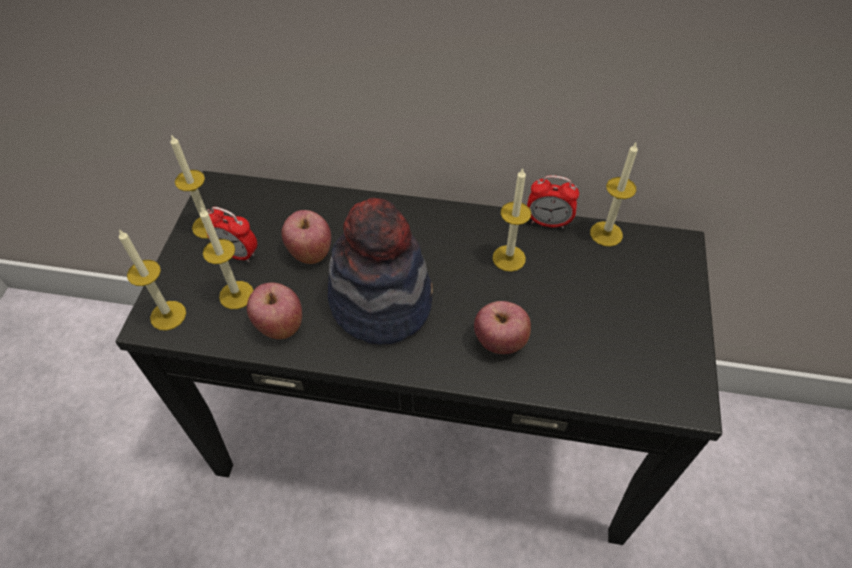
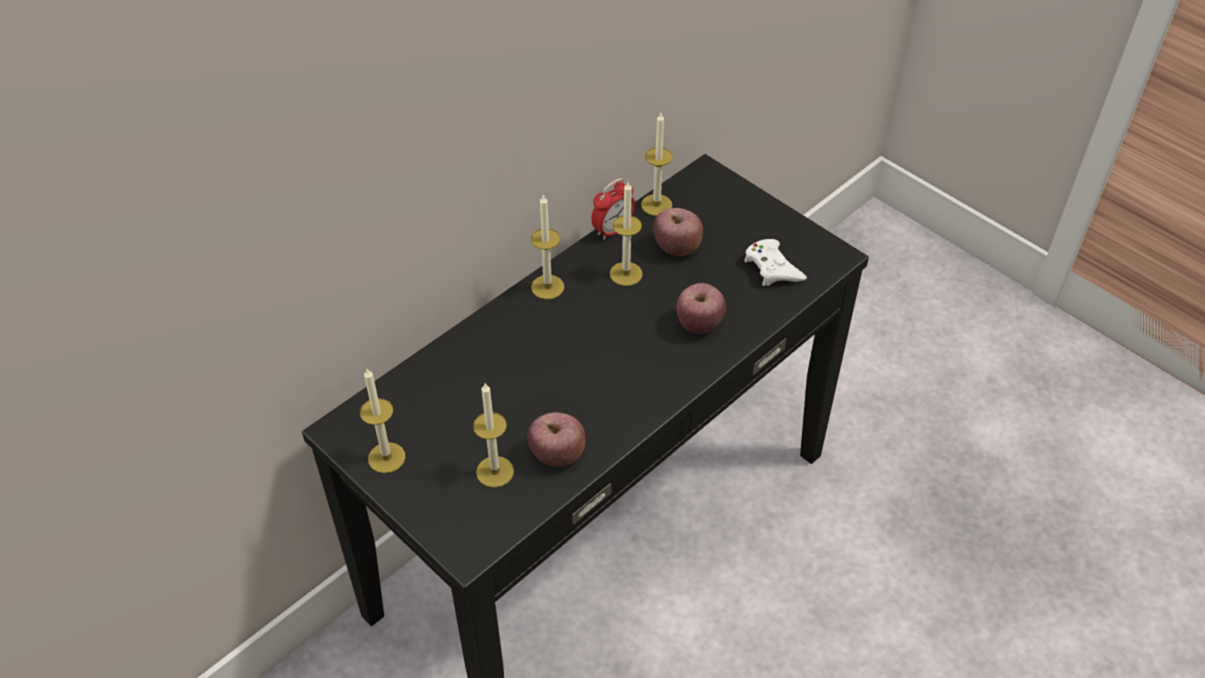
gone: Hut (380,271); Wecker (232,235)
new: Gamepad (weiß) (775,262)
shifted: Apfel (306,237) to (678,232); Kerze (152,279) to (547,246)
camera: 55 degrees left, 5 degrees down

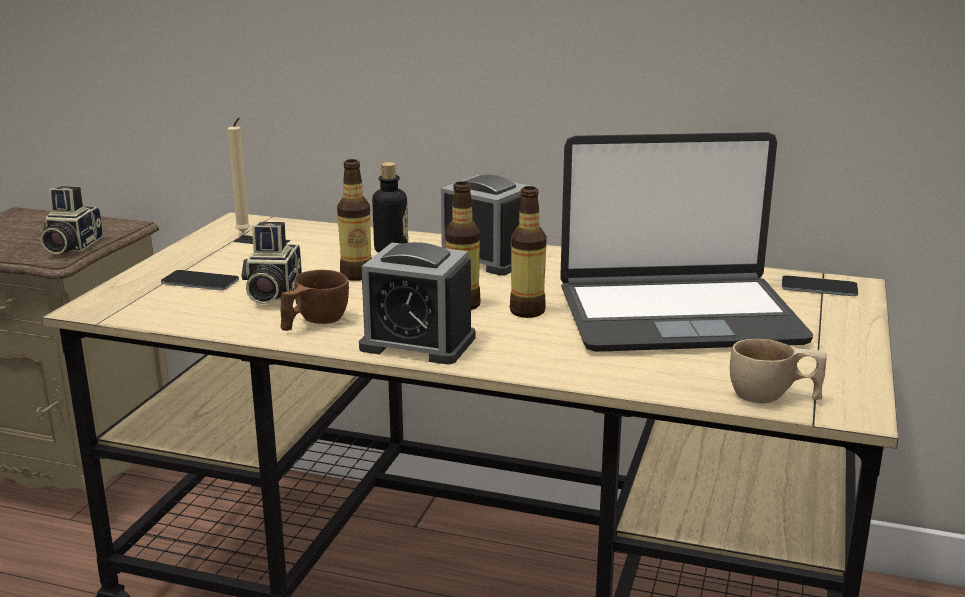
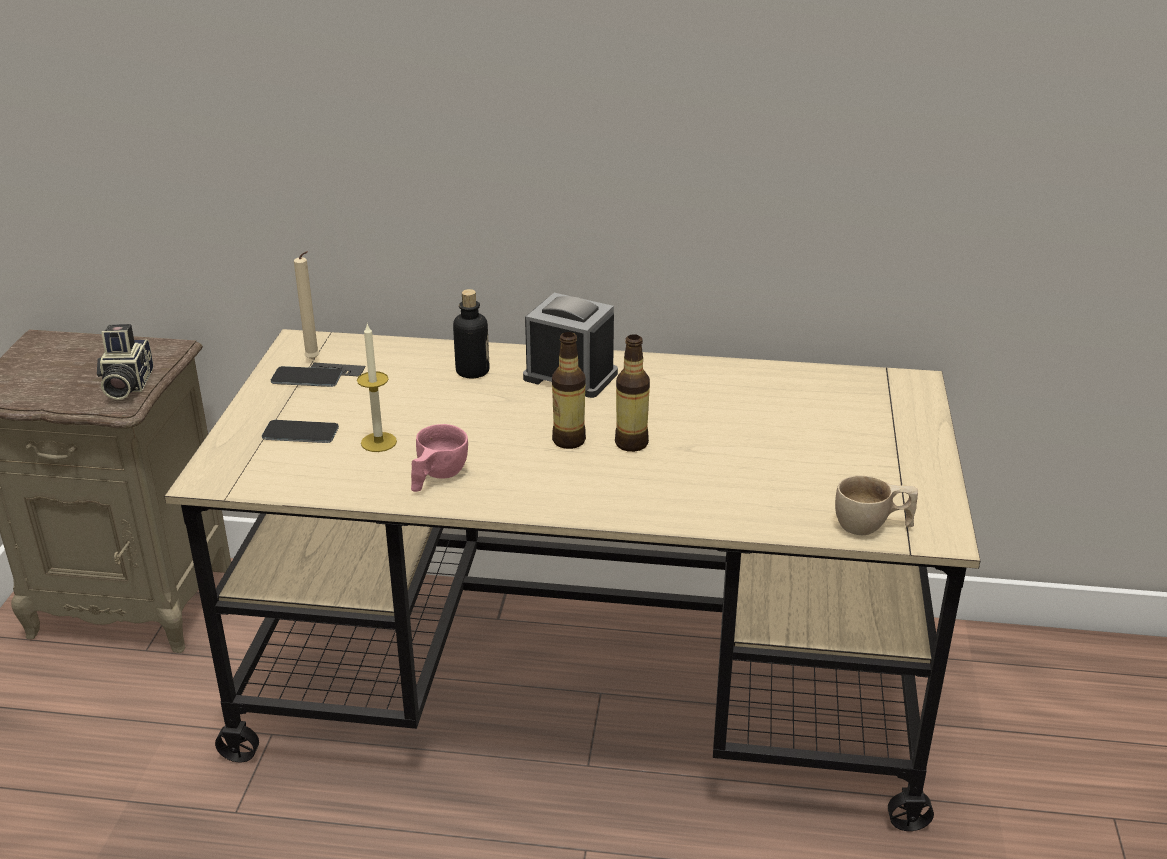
gone: Laptop (686,242); Flasche (354,220); Wecker (417,303)
shifted: Handy (820,285) to (306,376)
swapped: Kamera (271,263) to Kerze (377,388)
repainted: Tasse (braun) (314,300) to Tasse (rosa) (439,458)
camera: 10 degrees left, 10 degrees up

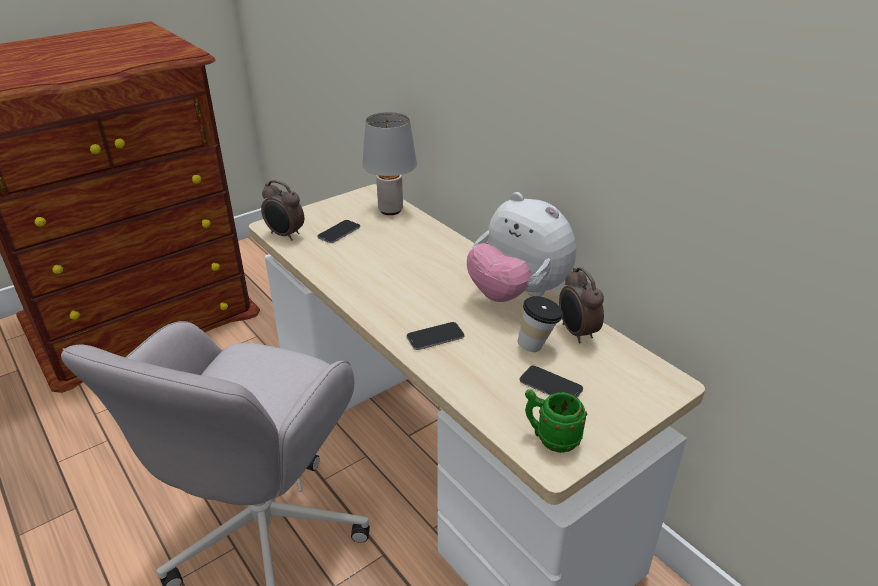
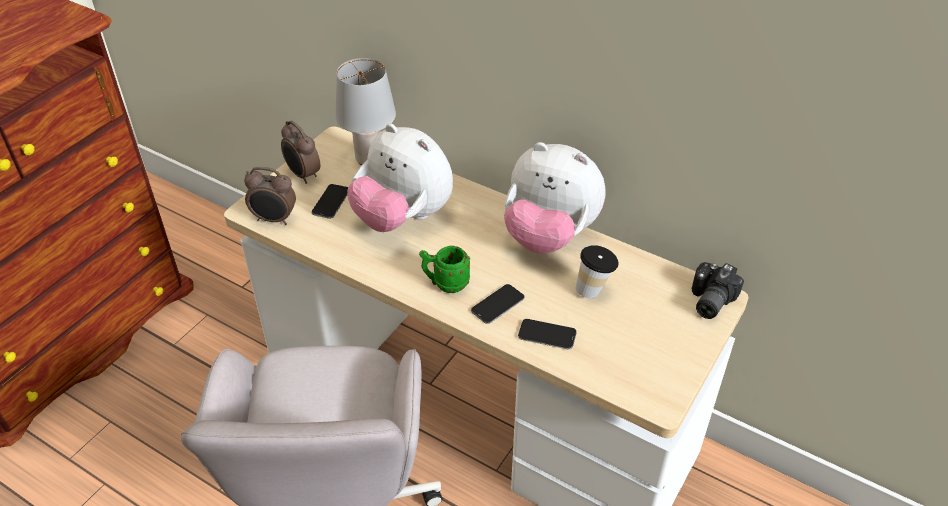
new: Plüschtier (400,178); Kamera (718,290)
shifted: Wecker (581,305) to (300,152); Handy (551,382) to (547,334); Henkelbecher (grün) (556,421) to (444,269)
camera: 20 degrees left, 10 degrees up

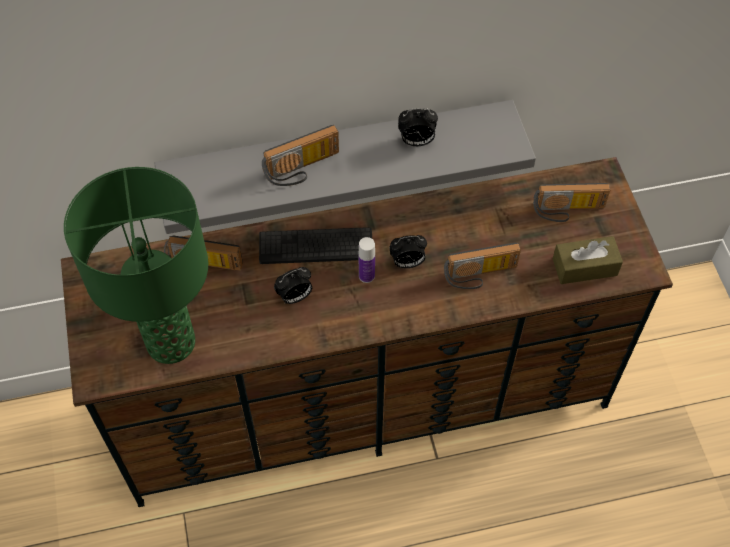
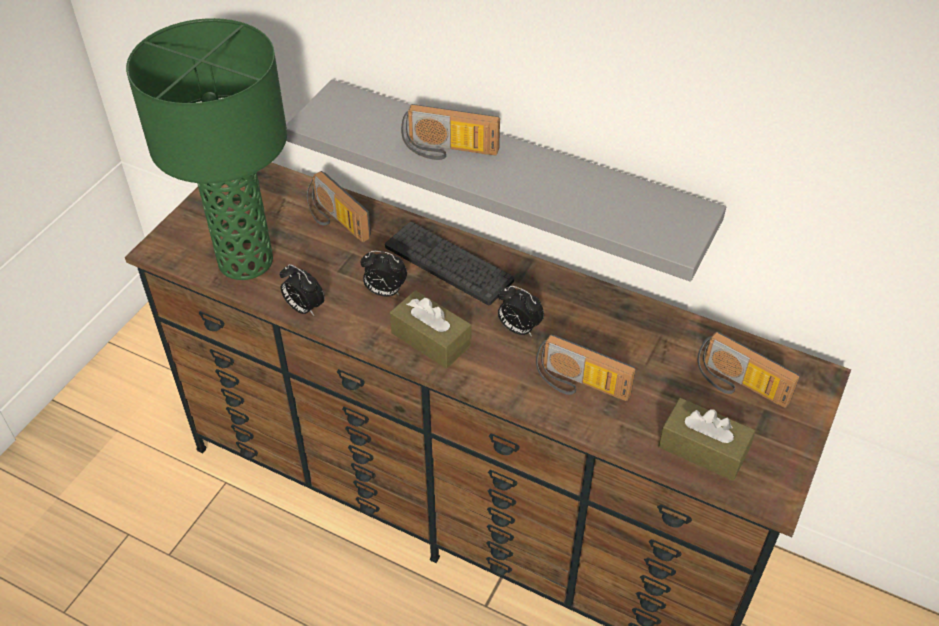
gone: Flasche (367,260)
new: Taschentuchbox (braun) (430,329)
shifted: Wecker (418,127) to (302,290)
camera: 40 degrees right, 10 degrees down

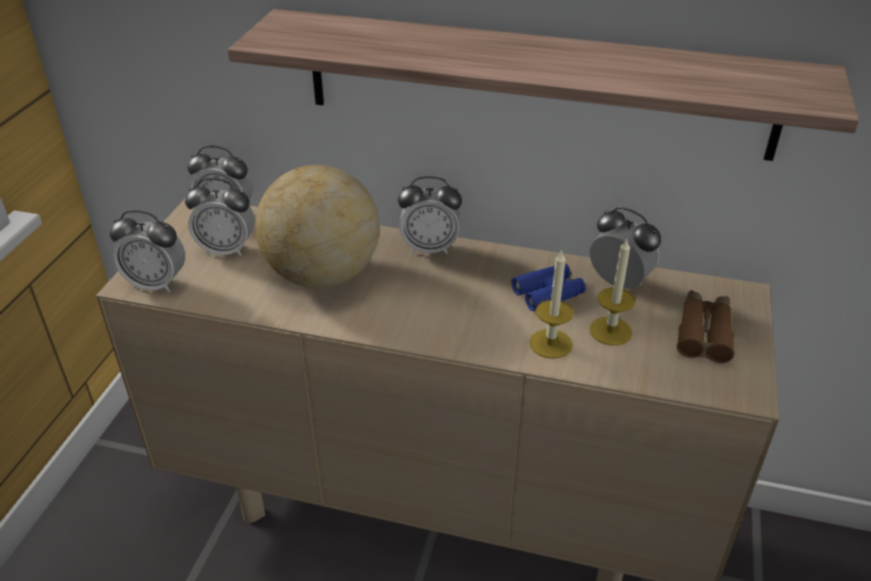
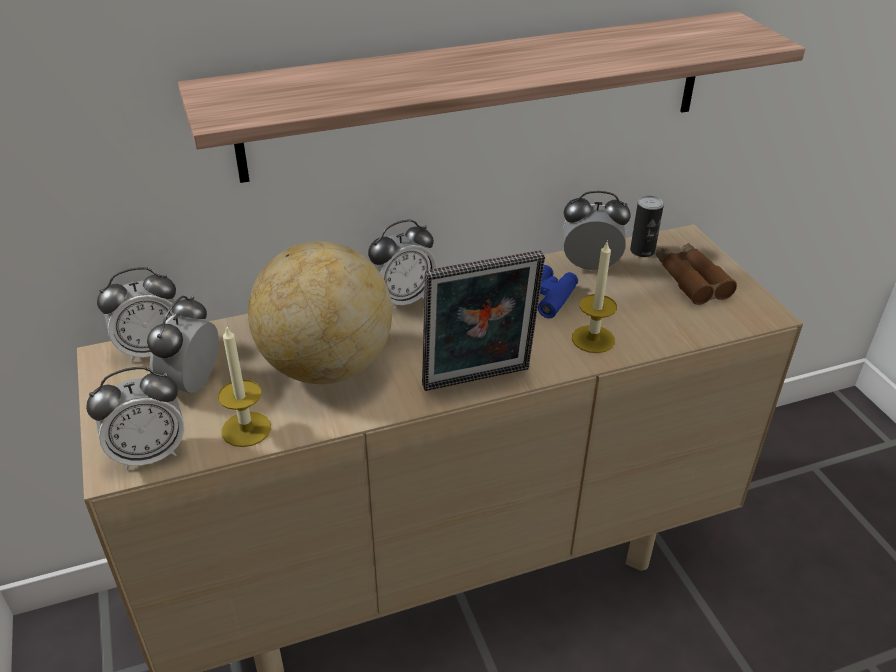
new: Dose (647,226); Bilderrahmen (483,320)
shifted: Kerze (612,292) to (244,386)
rotated: Wecker (220,217) = (183,344) 135 degrees clockwise
camera: 35 degrees left, 0 degrees up

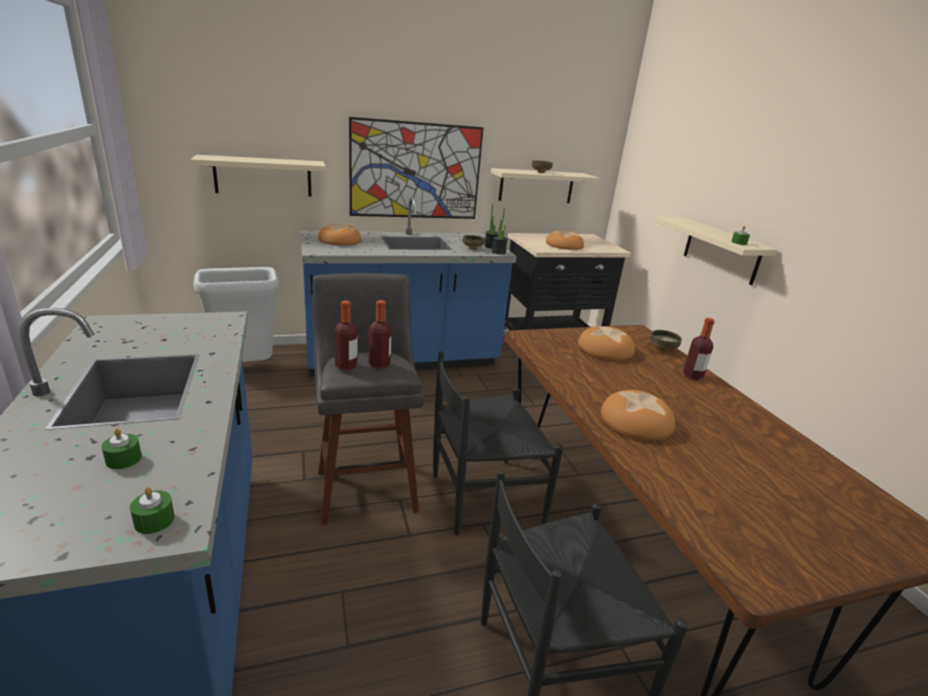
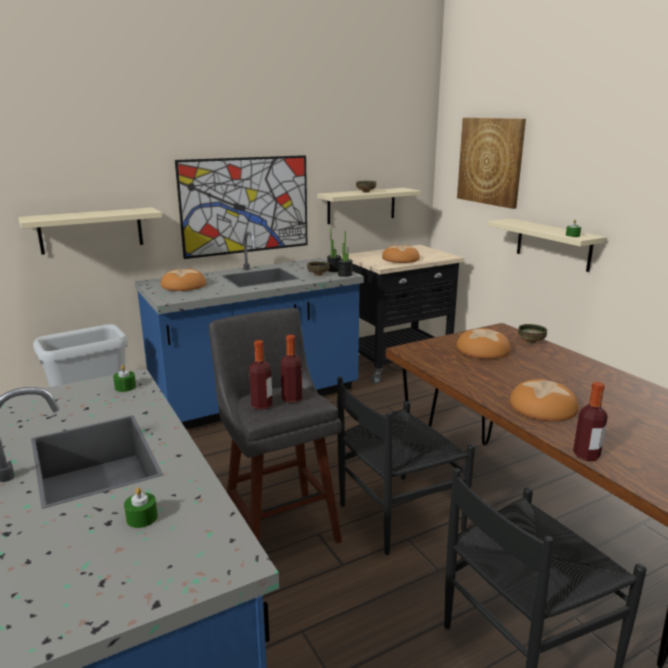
new: Bild (491,163)
shifted: Flasche (699,349) to (590,421); Kerze (grün) (152,510) to (124,378)
camera: 10 degrees left, 5 degrees down

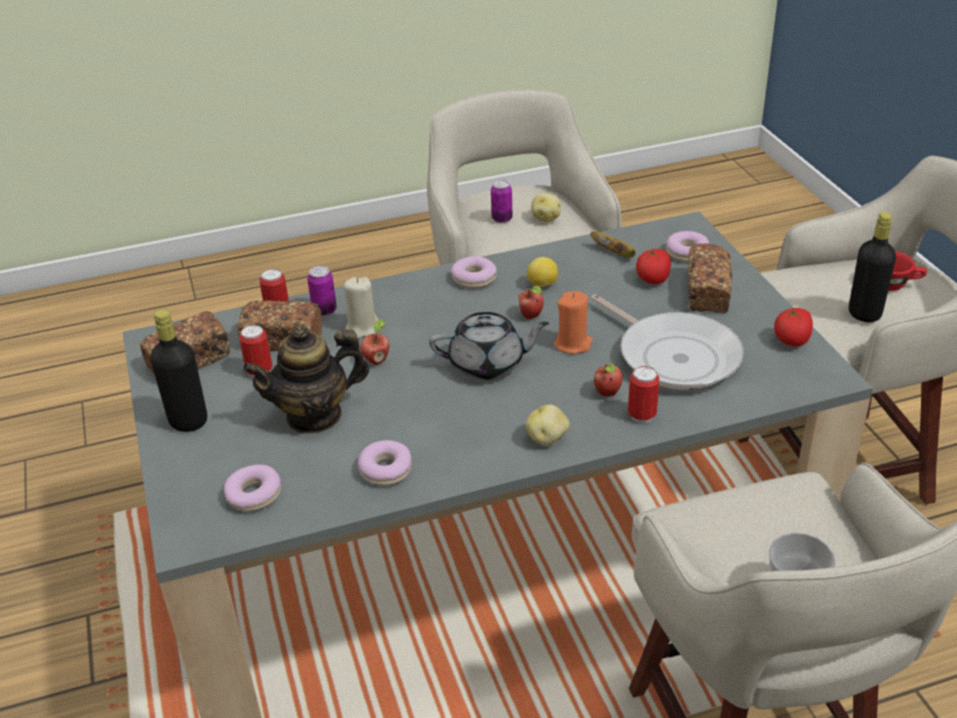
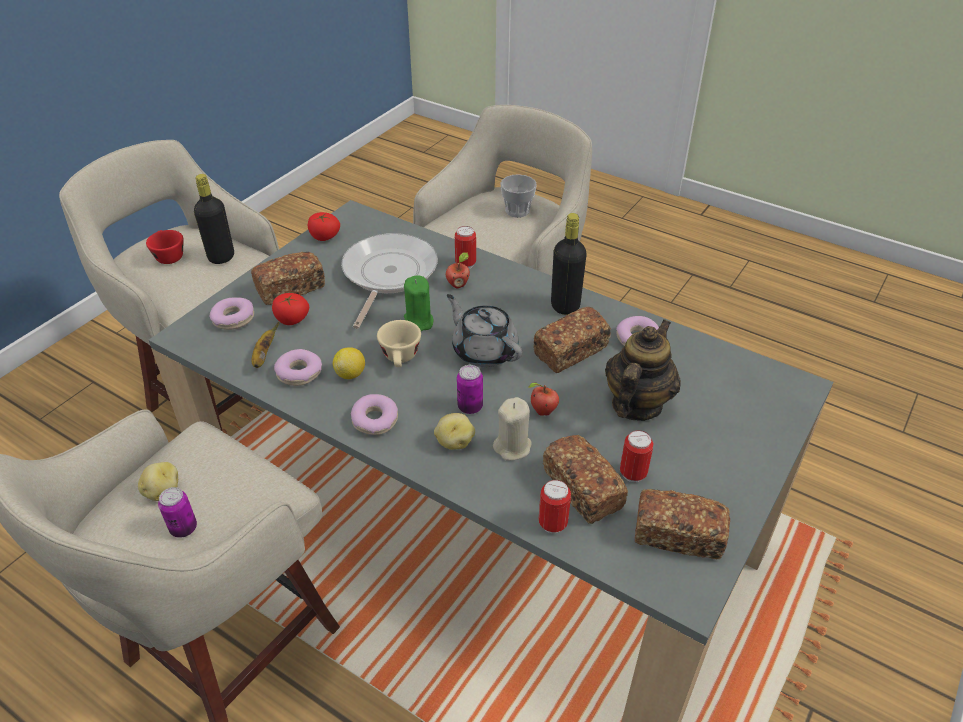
new: Brot (572,340)
shifted: Dose (322,291) to (470,389); Flasche (schwarz) (178,370) to (568,264); Kartoffel (547,425) to (454,431); Donut (252,488) to (298,367)
swapped: Apfel (531,302) to Tasse (beige) (399,343)
repainted: Kerze (orange) (573,322) to Kerze (grün) (418,303)
rotated: Teekanne (306,379) = (643,370) 90 degrees counterclockwise
camera: 130 degrees left, 5 degrees up

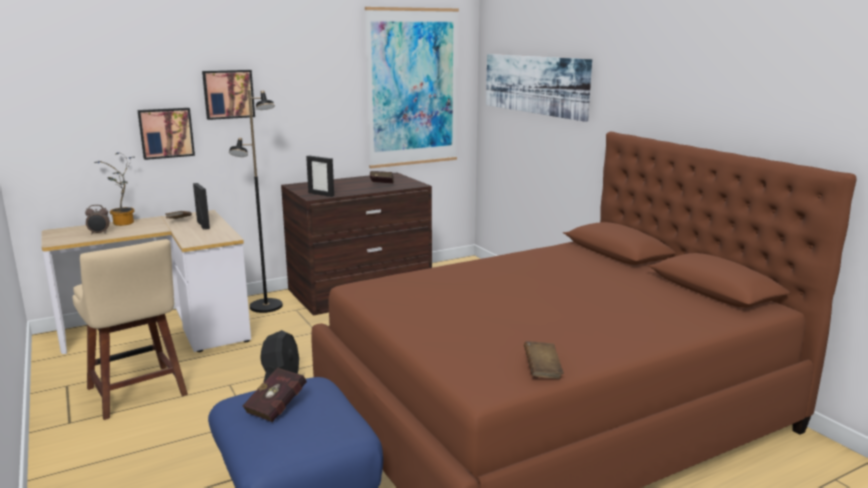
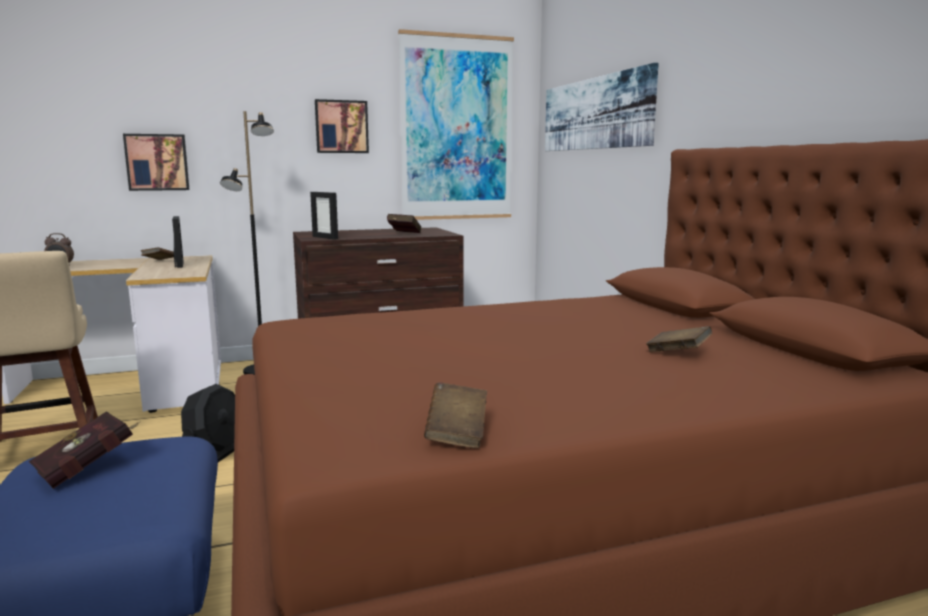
gone: Topfpflanze (114,189)
new: Buch (braun) (679,339)
shifted: Bild (228,95) to (342,126)
camera: 10 degrees right, 5 degrees down

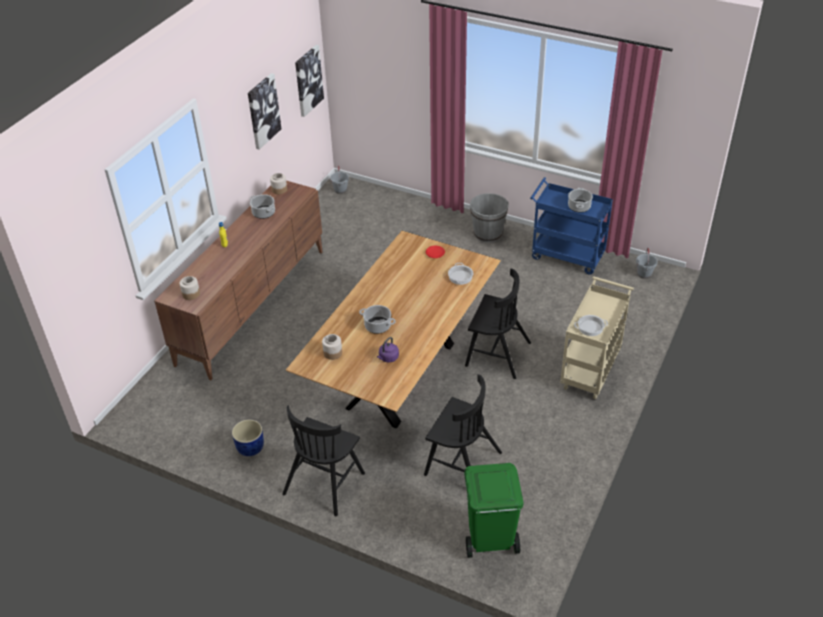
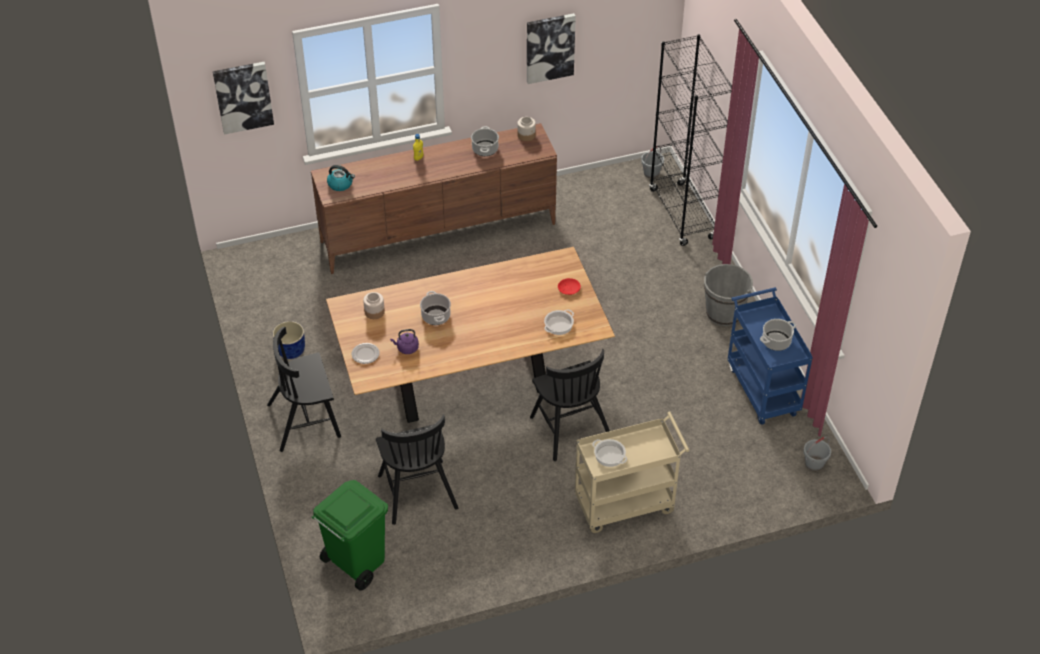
new: Bücherregal (schwarz) (690,140); Teller (366,353)
shifted: Bild (309,81) to (243,98)
swapped: Vorratsglas (189,288) to Wasserkessel (341,178)
camera: 45 degrees right, 5 degrees up

